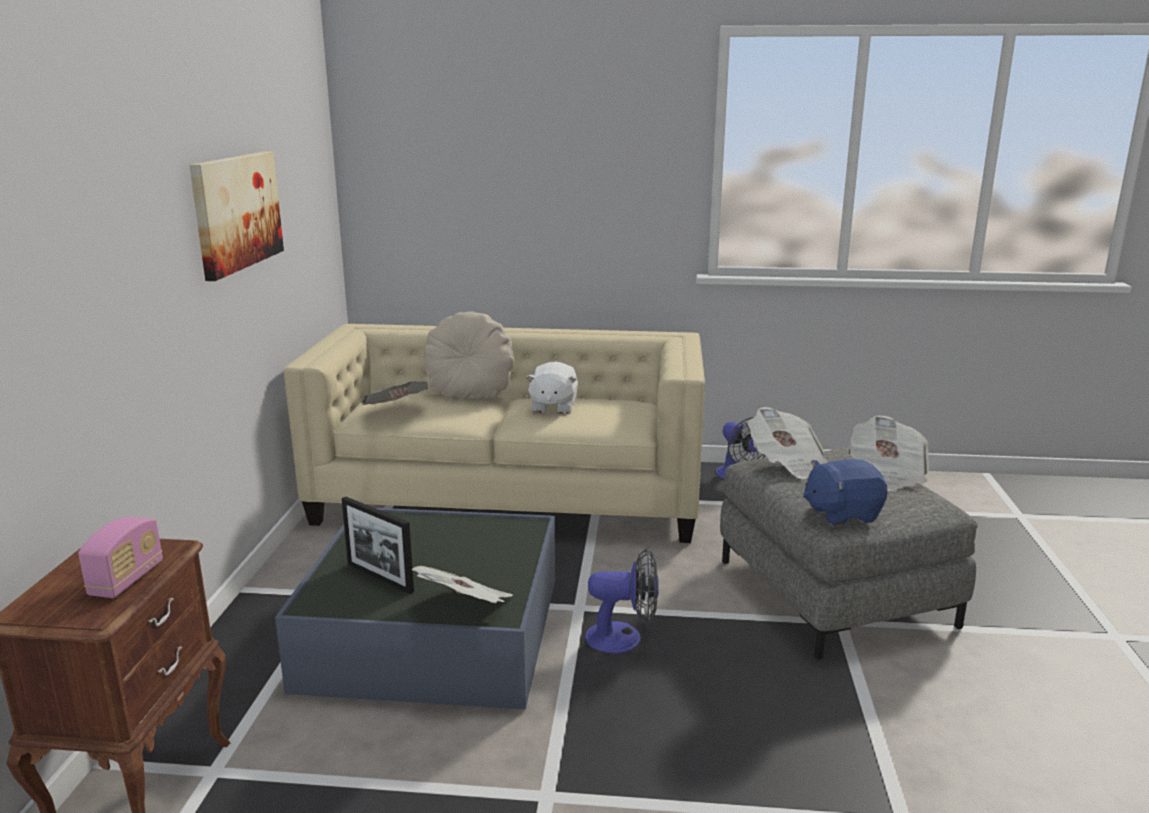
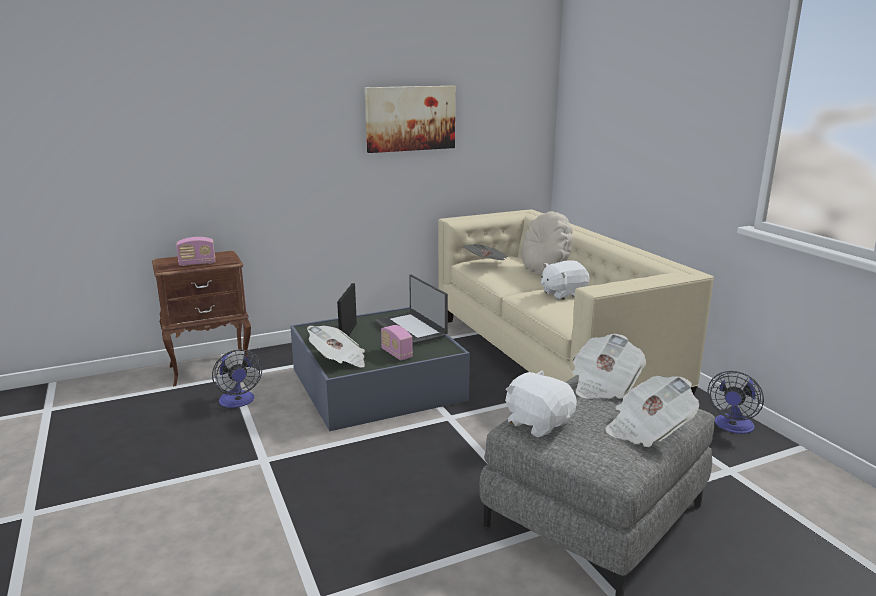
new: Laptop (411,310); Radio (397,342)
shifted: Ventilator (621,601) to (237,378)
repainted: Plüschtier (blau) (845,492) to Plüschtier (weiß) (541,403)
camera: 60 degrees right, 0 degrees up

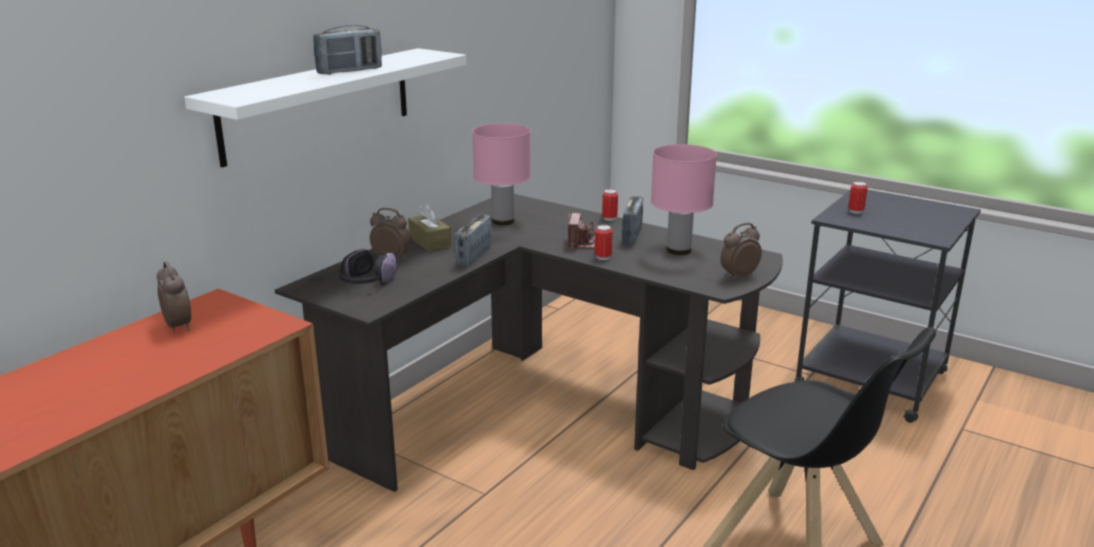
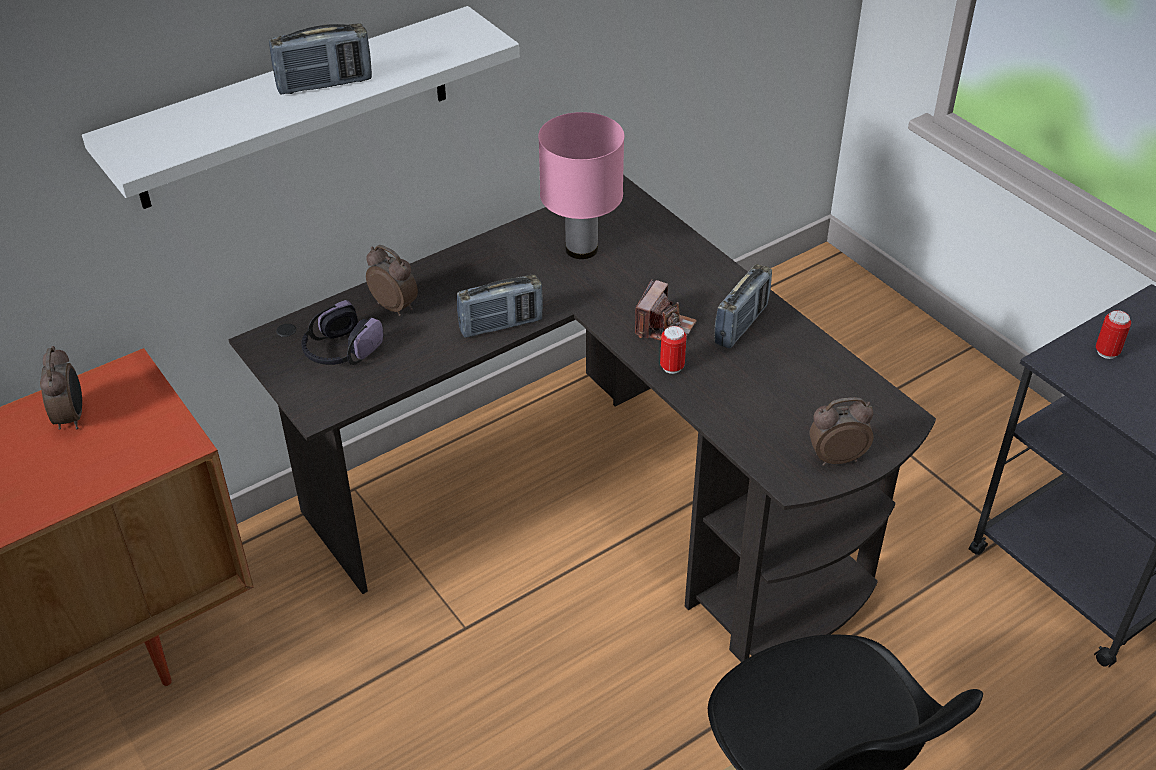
gone: Tischlampe (rosa) (684,199); Dose (610,205); Taschentuchbox (braun) (430,227)
rotated: Radio (473,240) = (500,306) 150 degrees counterclockwise
camera: 20 degrees right, 20 degrees up

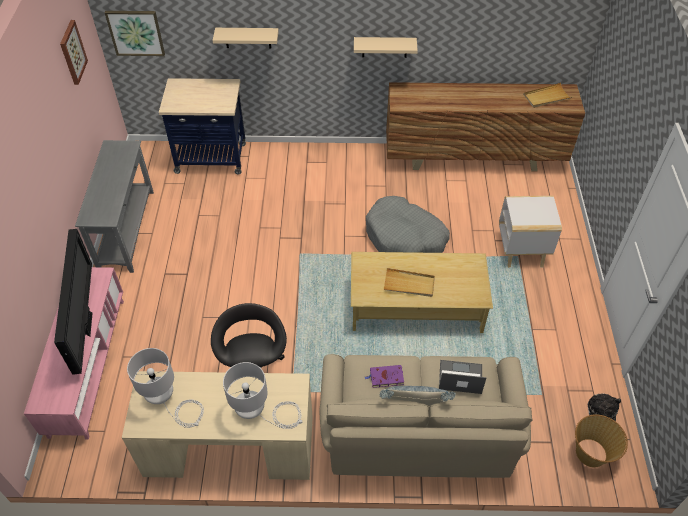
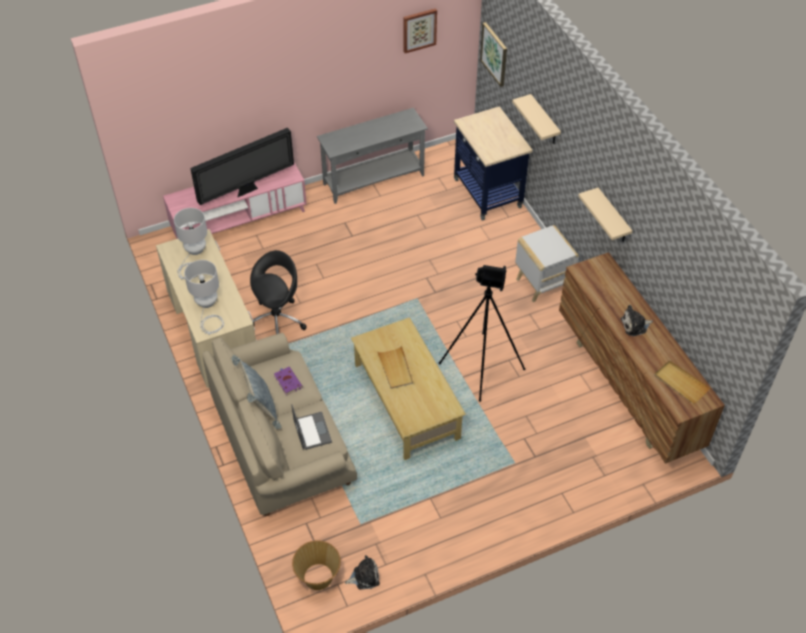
new: Plüschtier (637,320)
shifted: Beistelltisch (weiß) (530,232) to (547,263)
swapped: Hundebett (grau) (408,224) to Stehlampe (schwarz) (482,333)
camera: 65 degrees right, 0 degrees up

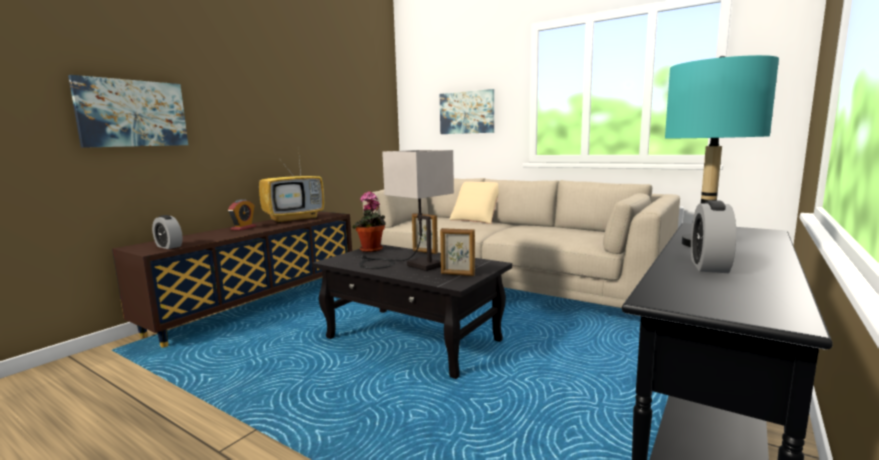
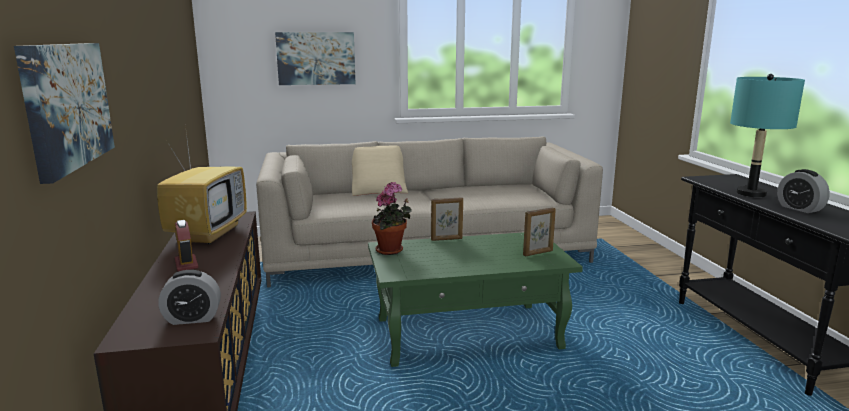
gone: Tischlampe (406,210)
repainted: Couchtisch (schwarz) (412,311) to Couchtisch (grün) (475,299)
camera: 45 degrees left, 5 degrees up

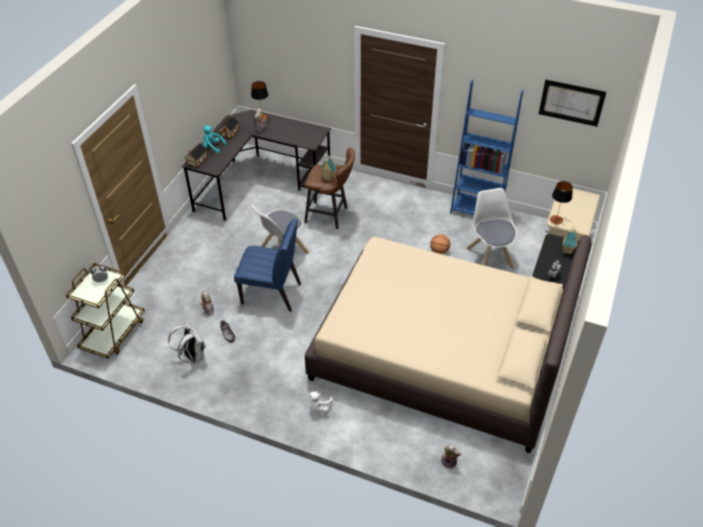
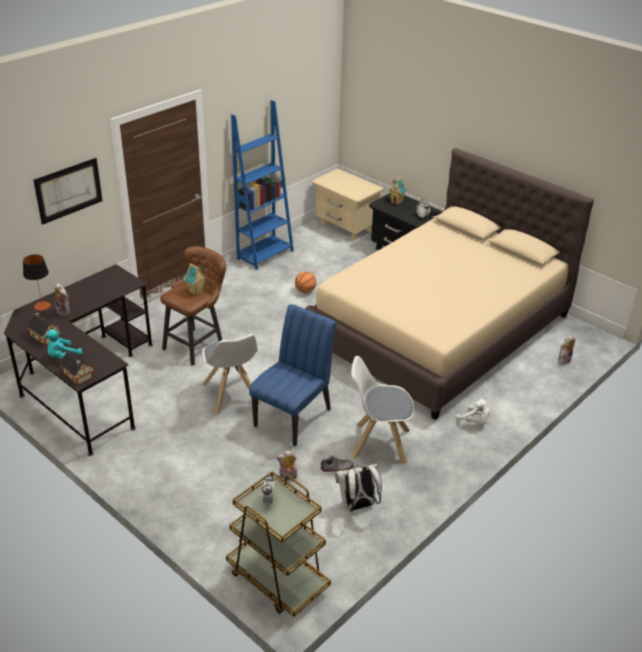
gone: Tischlampe (561,202)
shifted: Bild (572,103) to (68,191); Stuhl (491,228) to (382,410)
camera: 70 degrees left, 10 degrees down

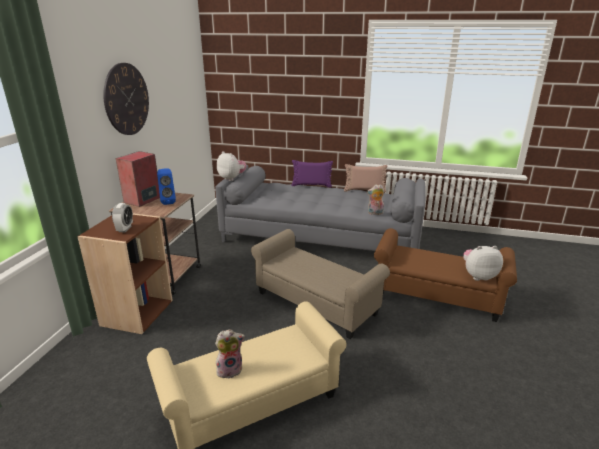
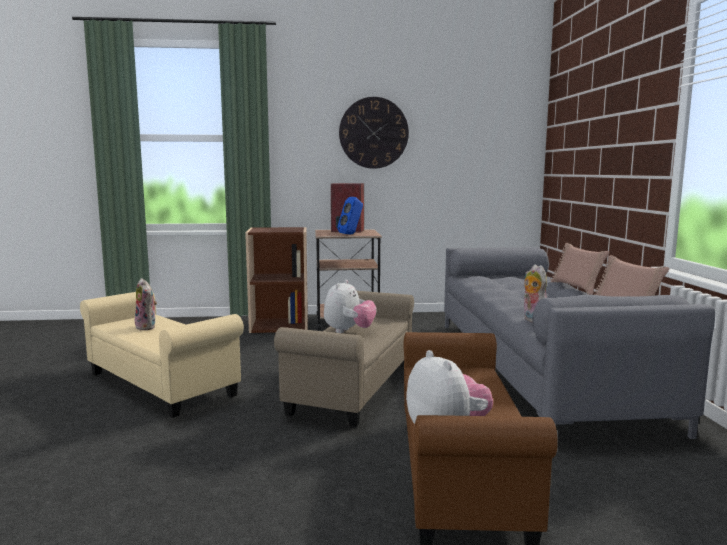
gone: Wecker (122,217)
shifted: Plüschtier (231,166) to (350,306)
repainted: Kissen (lila) (312,174) to Kissen (beige) (579,269)
camera: 70 degrees right, 15 degrees down

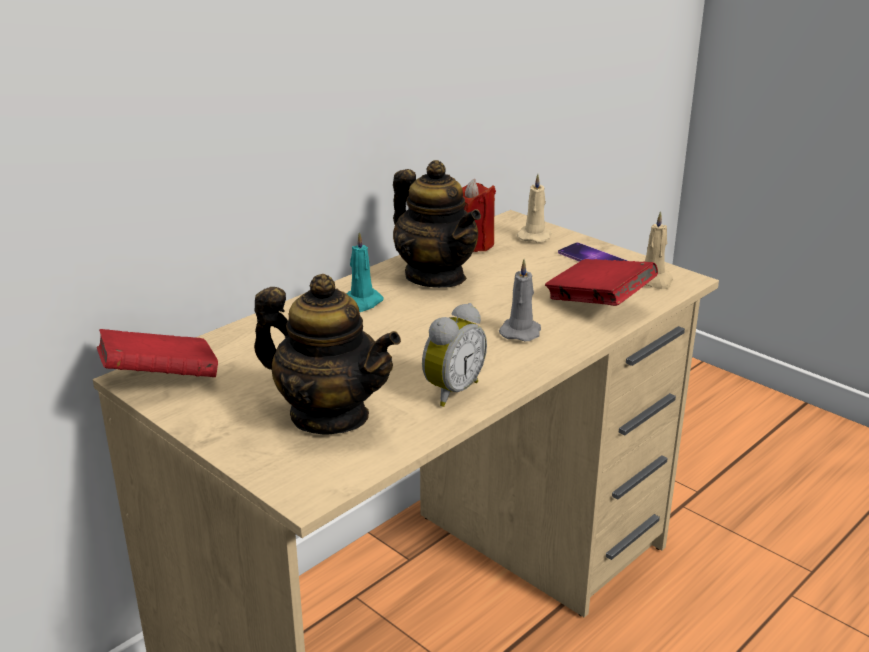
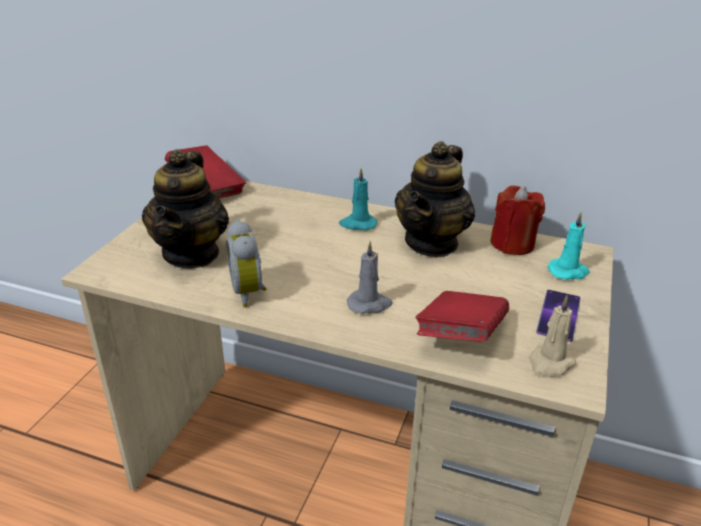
repainted: Kerze (beige) (534,208) to Kerze (türkis) (568,246)
rotated: Wecker (454,355) = (246,263) 60 degrees clockwise
camera: 65 degrees right, 5 degrees up

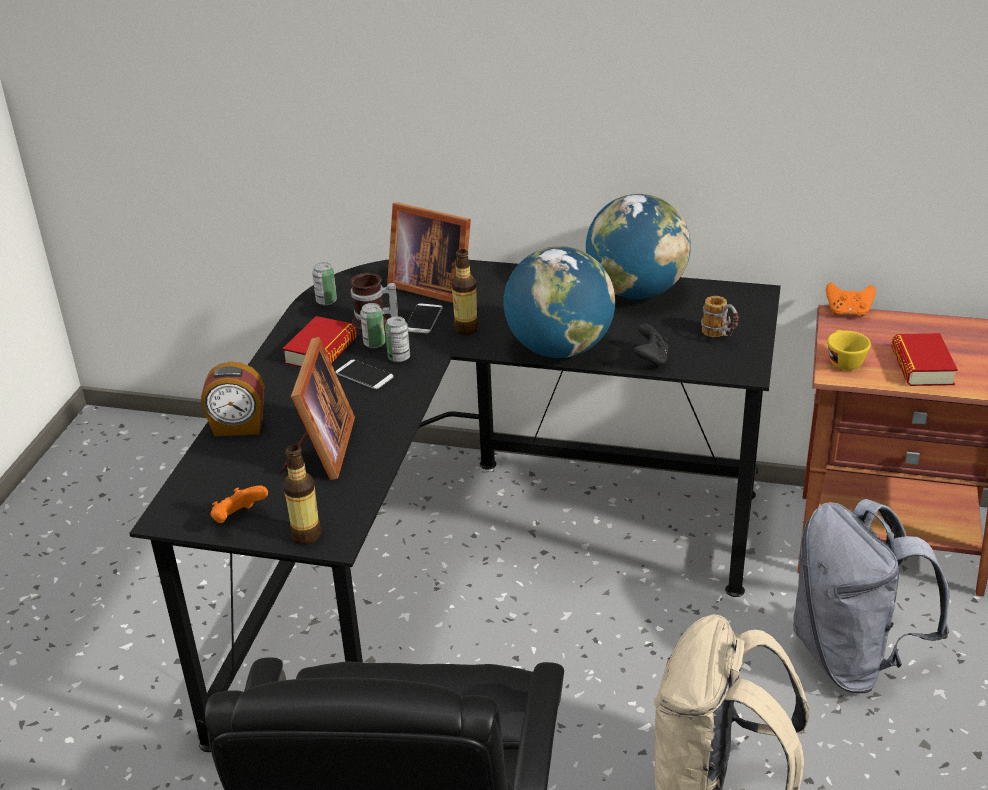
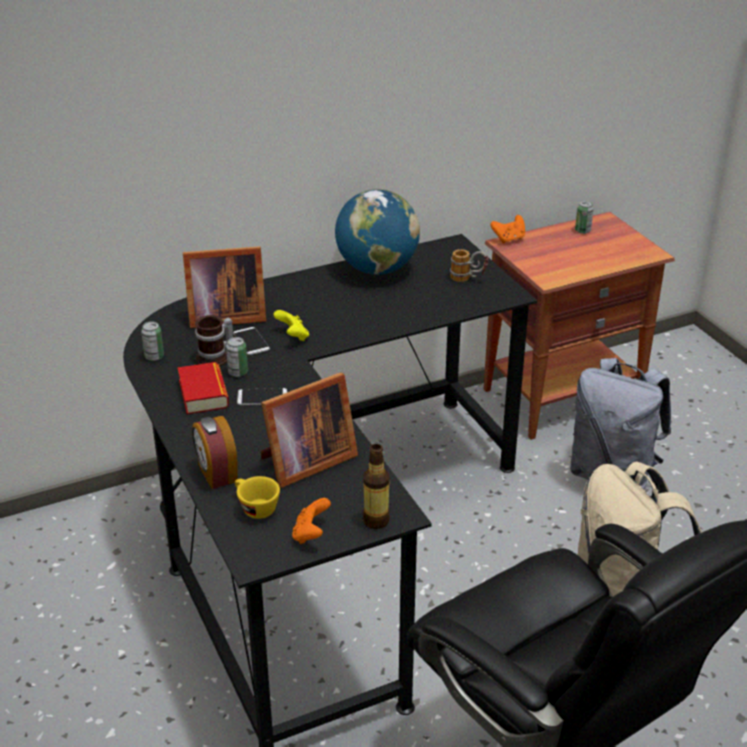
gone: Globus (559,302); Gamepad (schwarz) (651,346); Buch (924,359)
shifted: Dose (397,339) to (584,217); Tasse (gelb) (849,350) to (257,497)
swapped: Flasche (465,292) to Gamepad (gelb) (291,325)
rotated: Bilderrahmen (317,408) = (309,430) 90 degrees clockwise; Wecker (232,398) = (215,452) 105 degrees clockwise
camera: 40 degrees left, 0 degrees up

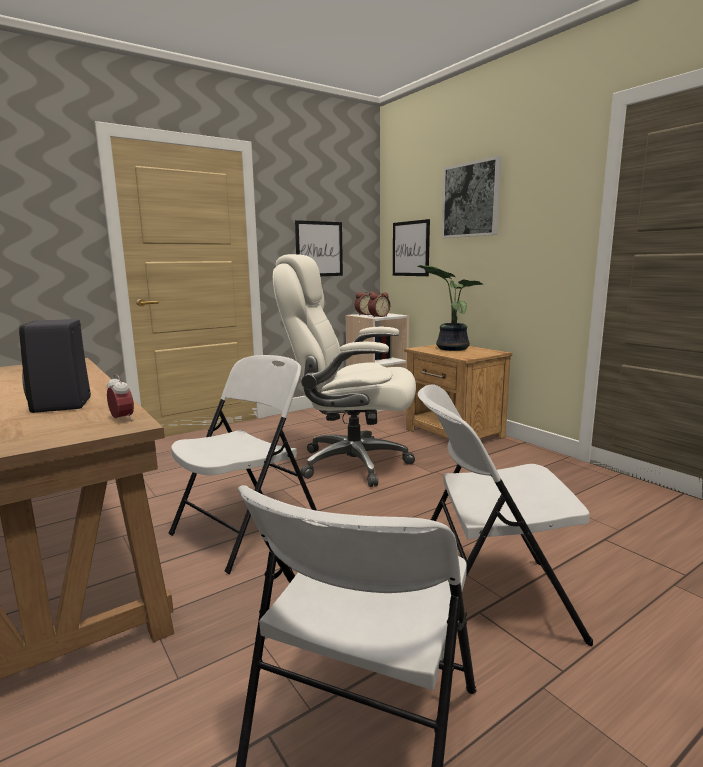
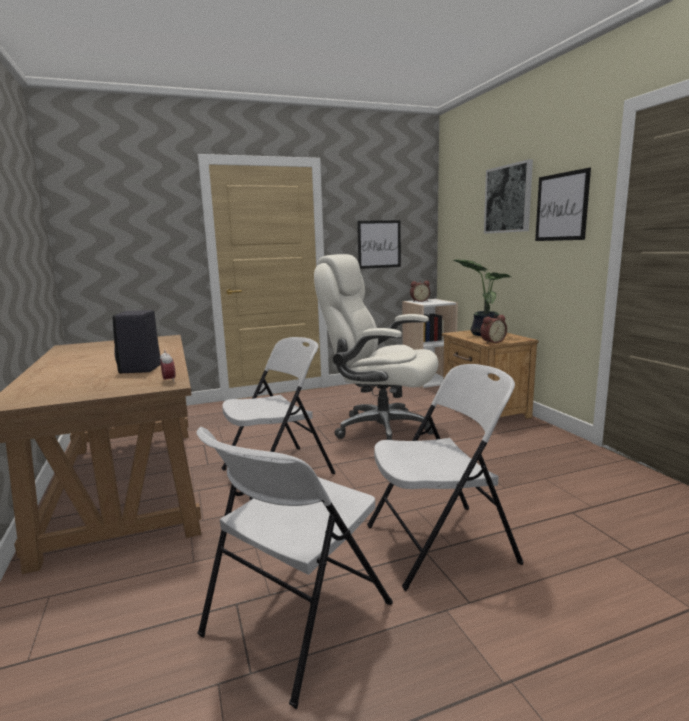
shifted: Bild (411,247) to (563,204); Wecker (379,304) to (493,329)
rotated: Stuhl (weiß) (505,515) = (445,477) 150 degrees clockwise
camera: 15 degrees right, 0 degrees up

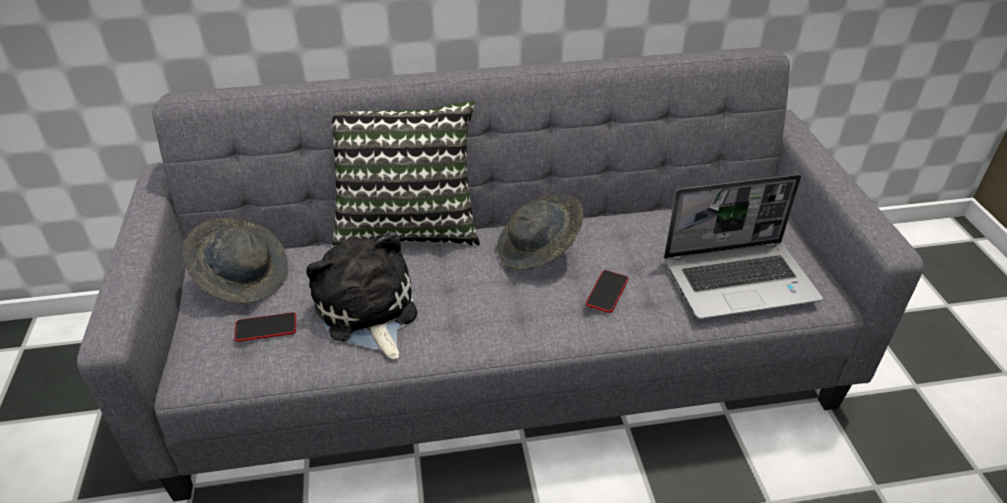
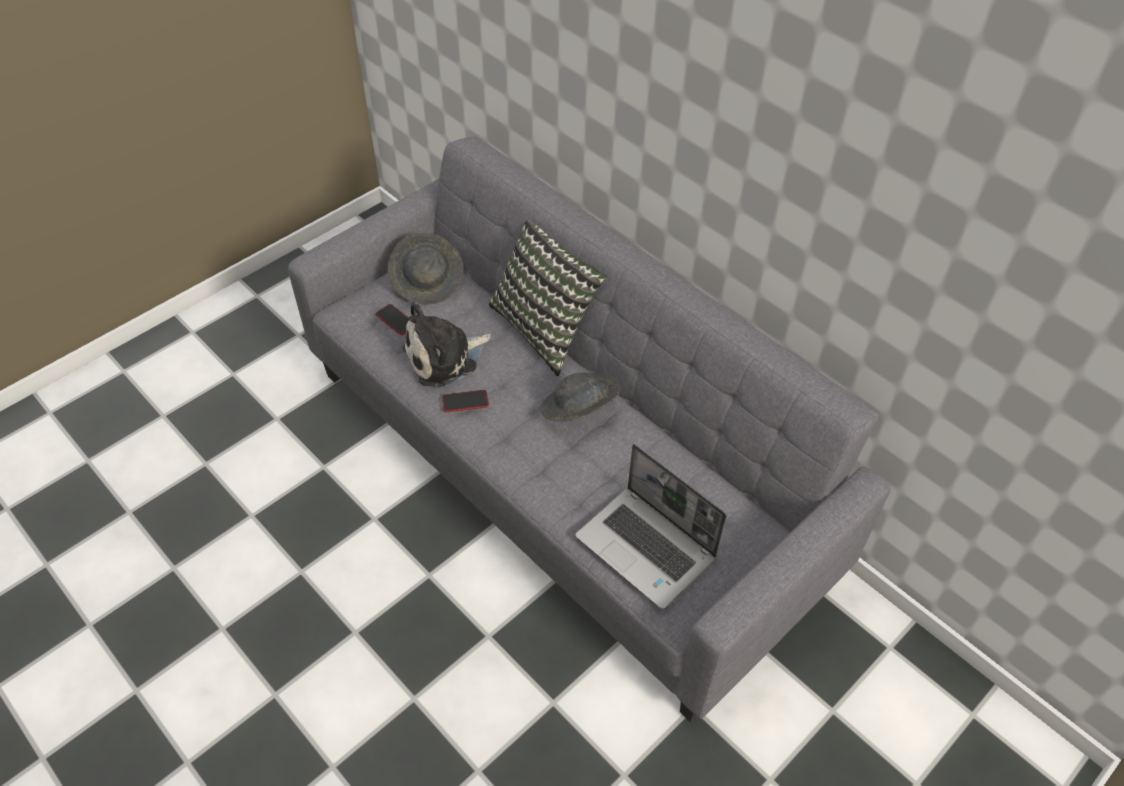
shifted: Handy (607,291) to (465,401)
rotated: Plüschtier (361,295) = (447,345) 150 degrees counterclockwise
camera: 55 degrees right, 10 degrees up

